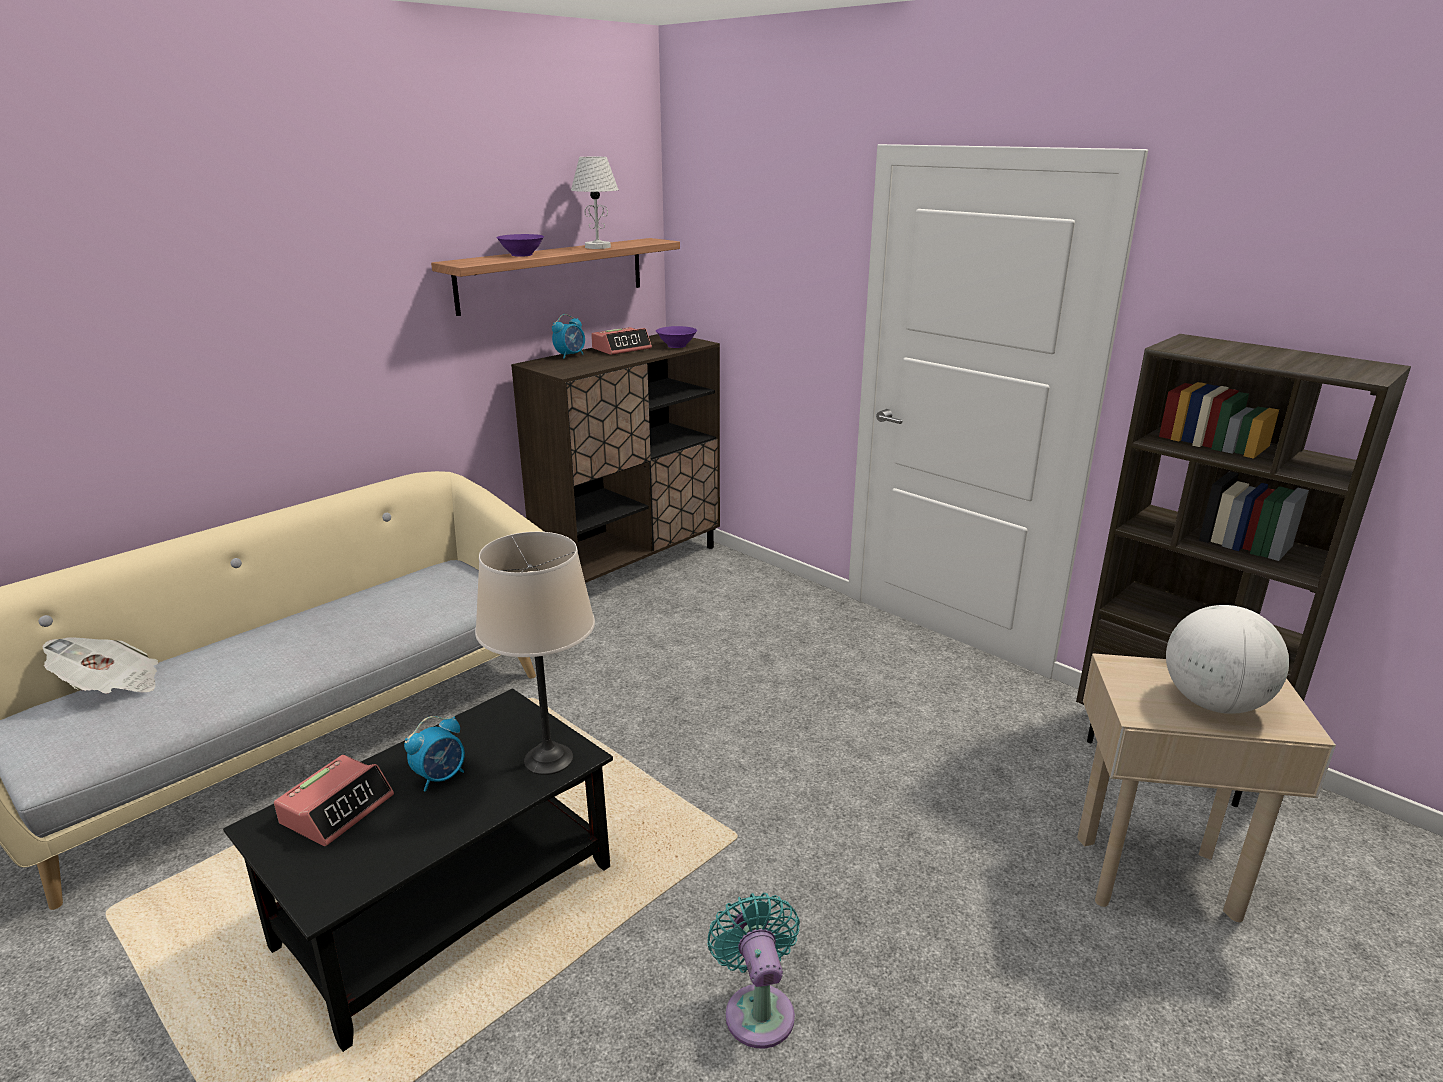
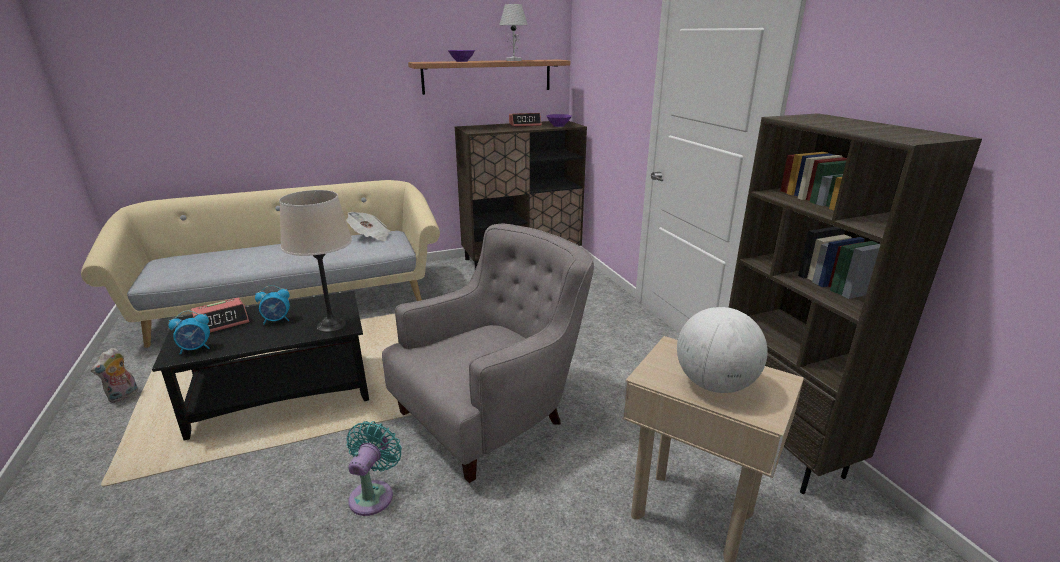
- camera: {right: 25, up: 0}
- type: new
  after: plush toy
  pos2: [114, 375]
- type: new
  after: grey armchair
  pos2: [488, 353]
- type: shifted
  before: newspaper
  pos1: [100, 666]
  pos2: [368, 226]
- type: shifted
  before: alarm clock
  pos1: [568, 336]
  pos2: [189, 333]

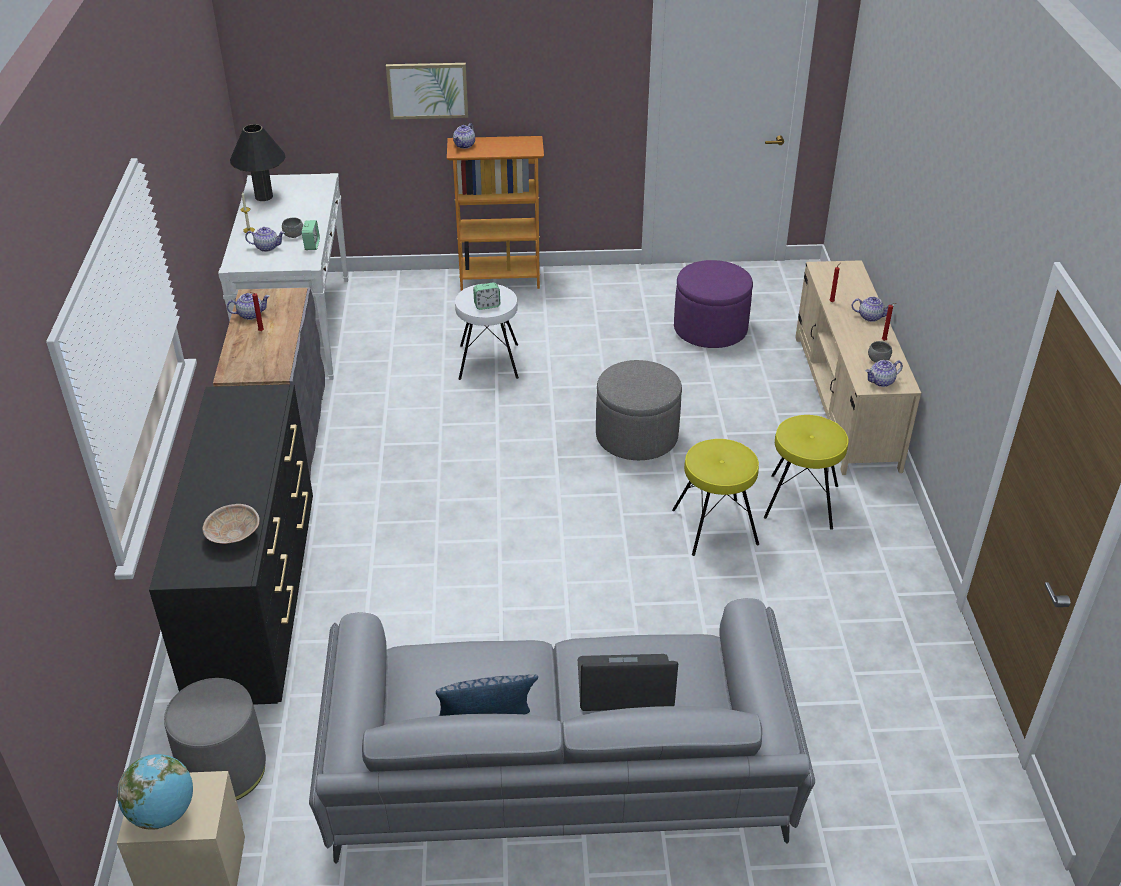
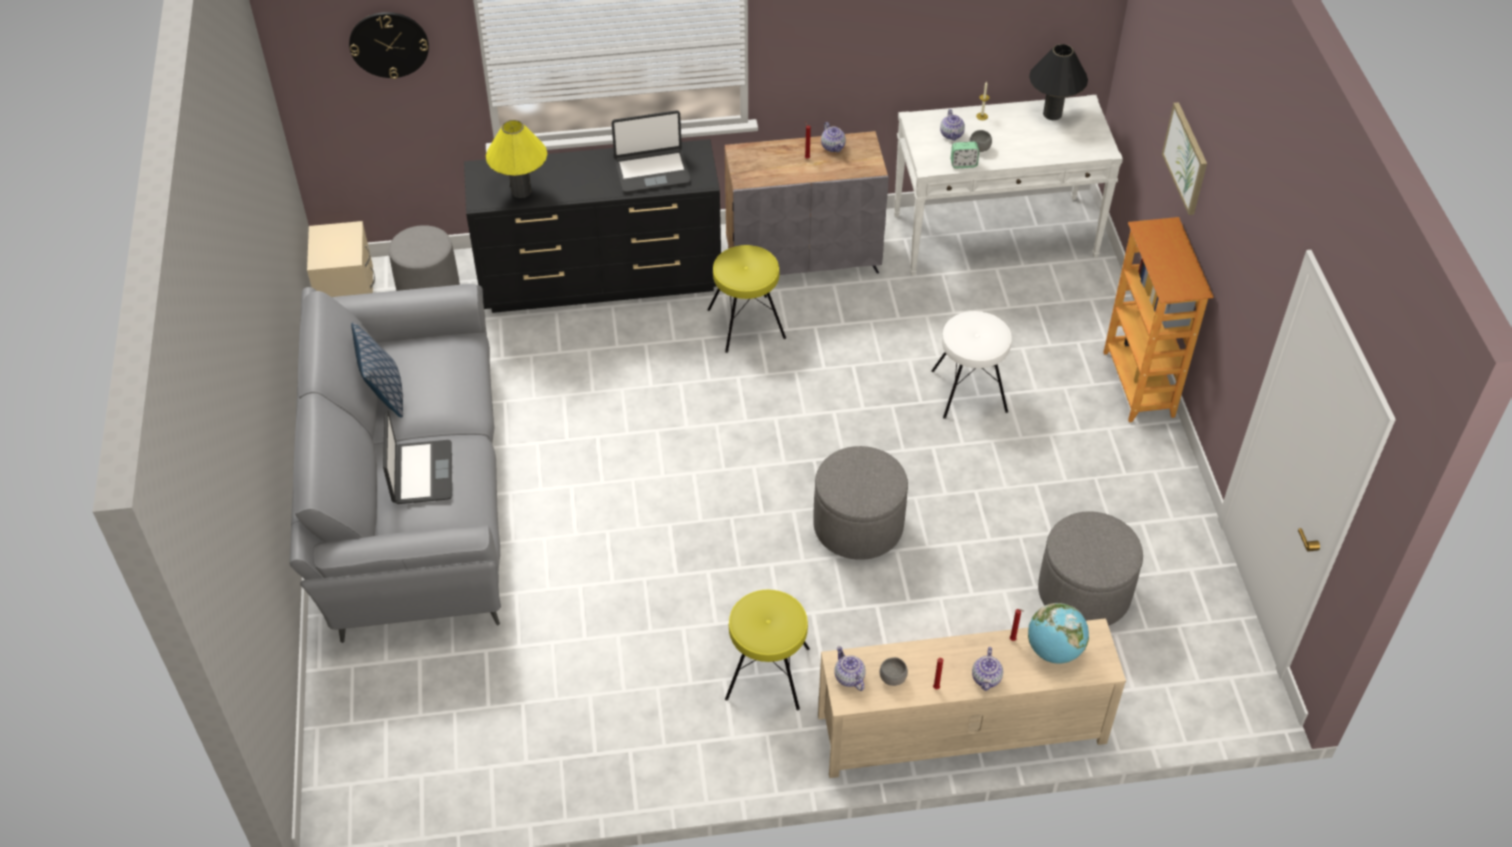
- camera: {right: 85, up: 10}
- type: gone
  before: teapot
  pos1: [464, 136]
- type: gone
  before: alarm clock
  pos1: [486, 296]
- type: new
  after: wall clock
  pos2: [389, 45]
- type: new
  after: laptop
  pos2: [651, 151]
- type: shifted
  before: globe
  pos1: [155, 792]
  pos2: [1058, 633]
- type: shifted
  before: yellow stool
  pos1: [715, 497]
  pos2: [747, 299]
- type: swapped
  before: beige bowl
  after: yellow table lamp
  pos1: [231, 524]
  pos2: [516, 159]
- type: repainted
  before: purple ottoman
  after: grey ottoman
  pos1: [713, 304]
  pos2: [1090, 569]

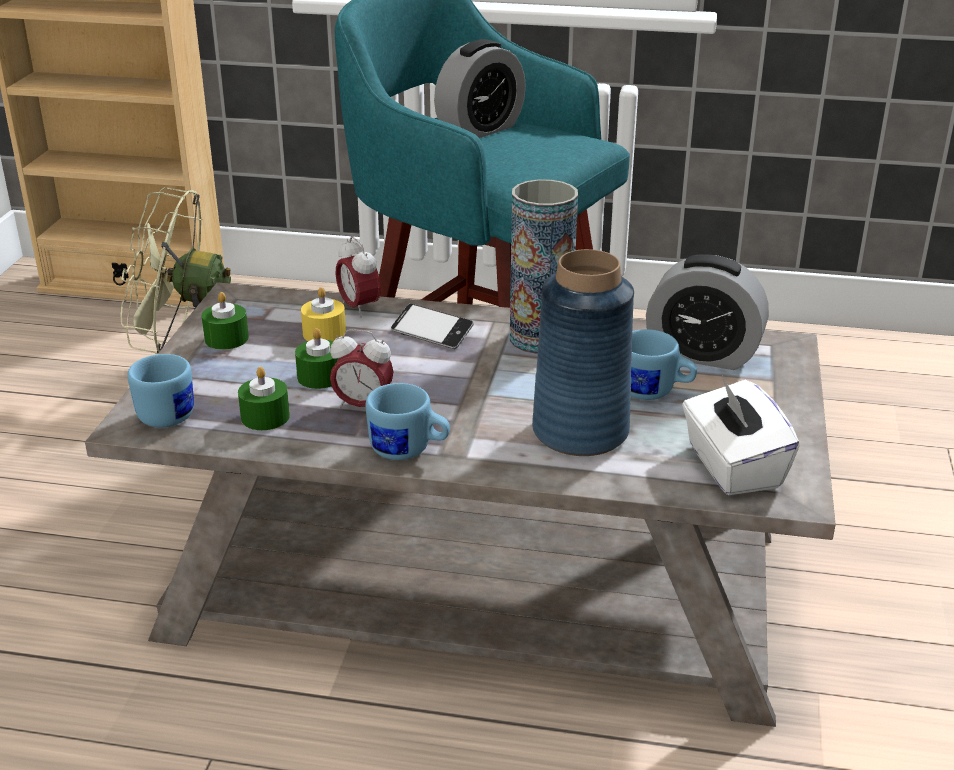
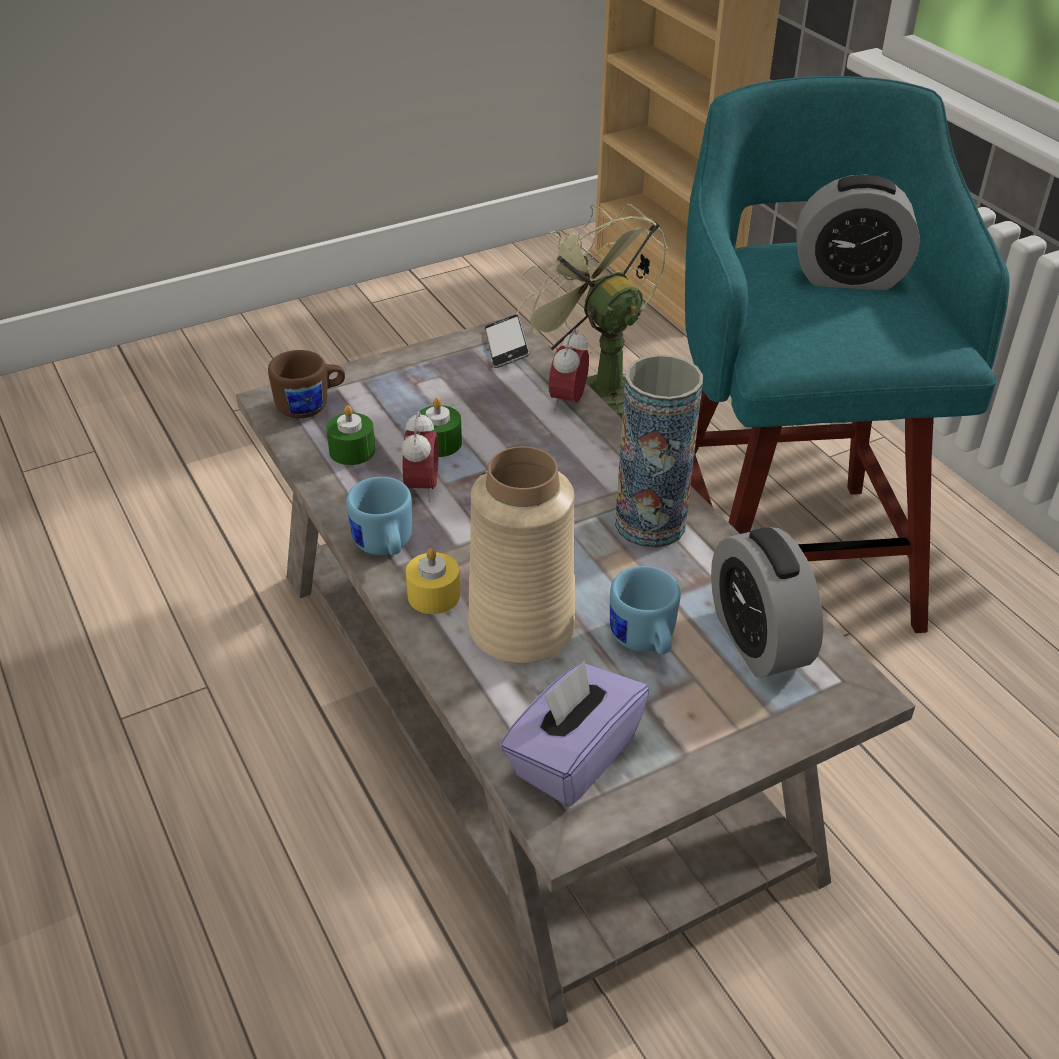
- camera: {right: 50, up: 10}
- type: gone
  before: green candle
  pos1: [225, 321]
- type: shifted
  before: yellow candle
  pos1: [323, 314]
  pos2: [433, 581]
- type: shifted
  before: phone
  pos1: [432, 326]
  pos2: [507, 341]
- type: repainted
  before: blue mug
  after: brown mug
  pos1: [161, 390]
  pos2: [306, 384]
- type: repainted
  before: blue vase
  after: beige vase
  pos1: [583, 352]
  pos2: [521, 555]
- type: repainted
  before: white tissue box
  after: purple tissue box
  pos1: [741, 435]
  pos2: [574, 734]
- type: rotated
  before: alarm clock
  pos1: [362, 369]
  pos2: [420, 456]
  turn: -150

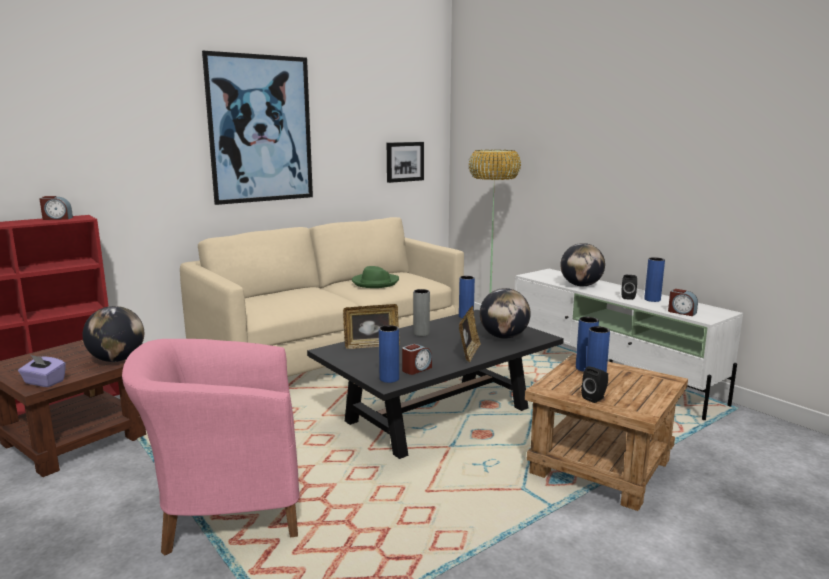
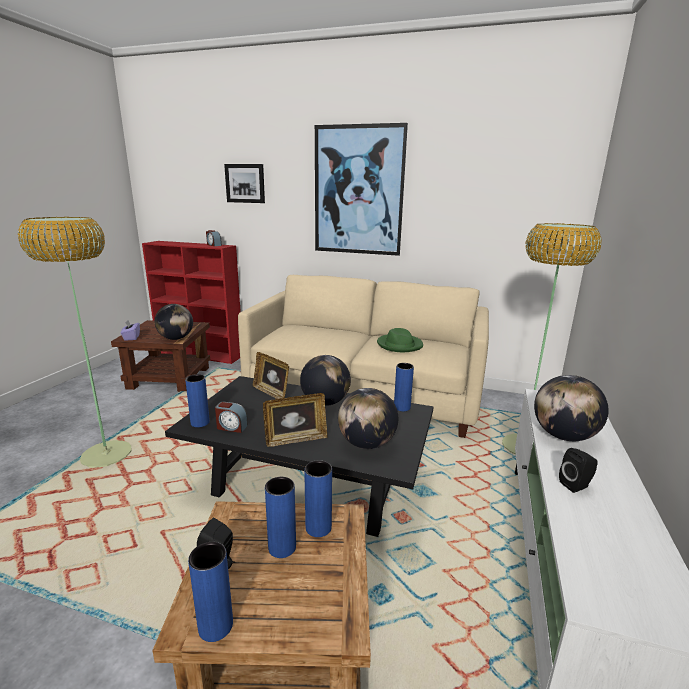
- camera: {right: 55, up: 5}
- type: gone
  before: alarm clock
  pos1: [683, 302]
- type: shifted
  before: picture
  pos1: [405, 162]
  pos2: [244, 183]
- type: shifted
  before: blue vase
  pos1: [654, 279]
  pos2: [210, 592]
- type: swapped
  before: pink armchair
  after: floor lamp
  pos1: [211, 447]
  pos2: [75, 342]
- type: swapped
  before: grey vase
  after: globe
  pos1: [421, 312]
  pos2: [325, 380]

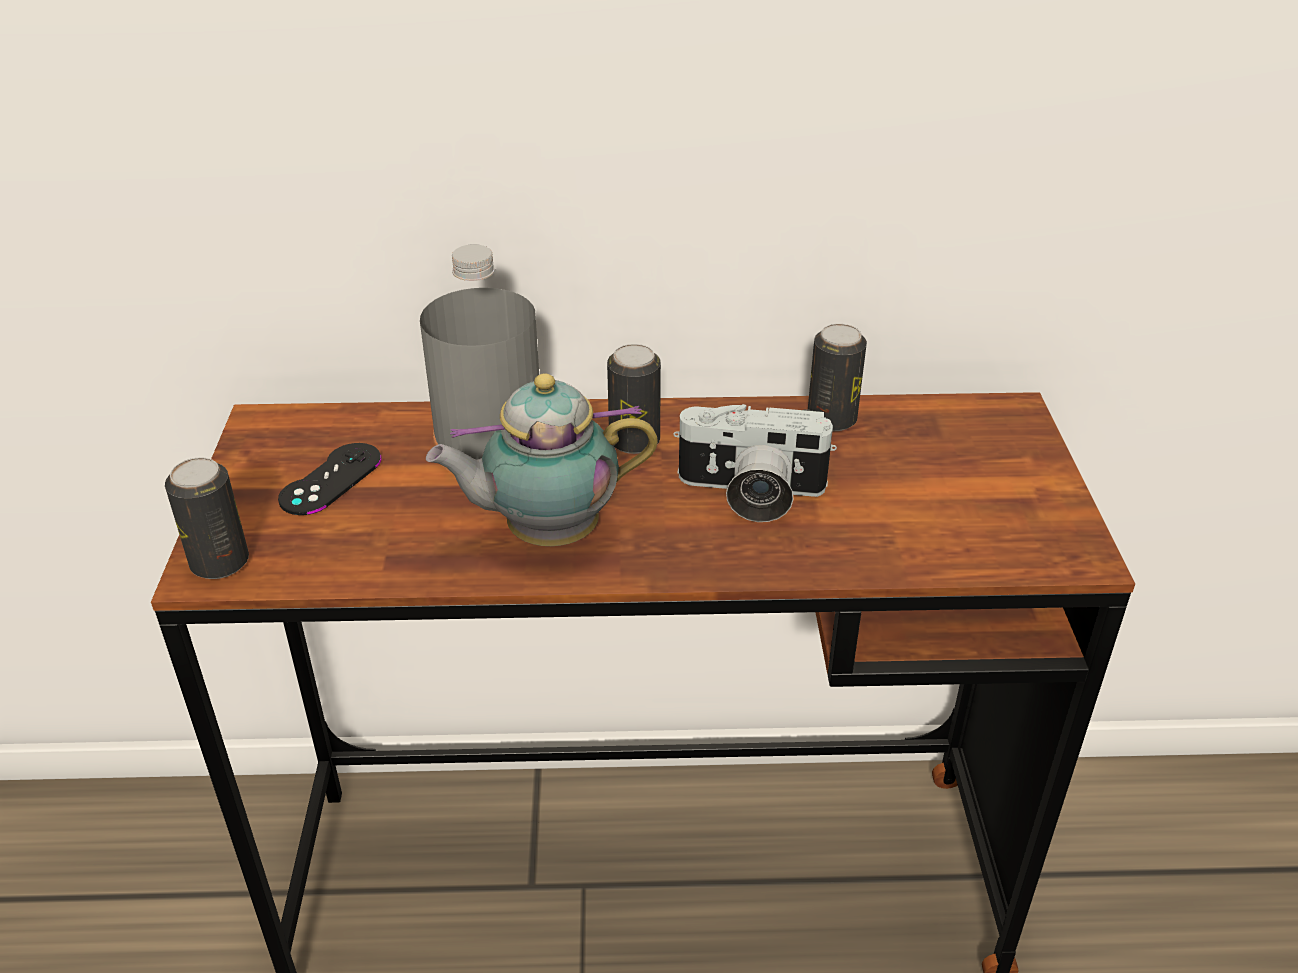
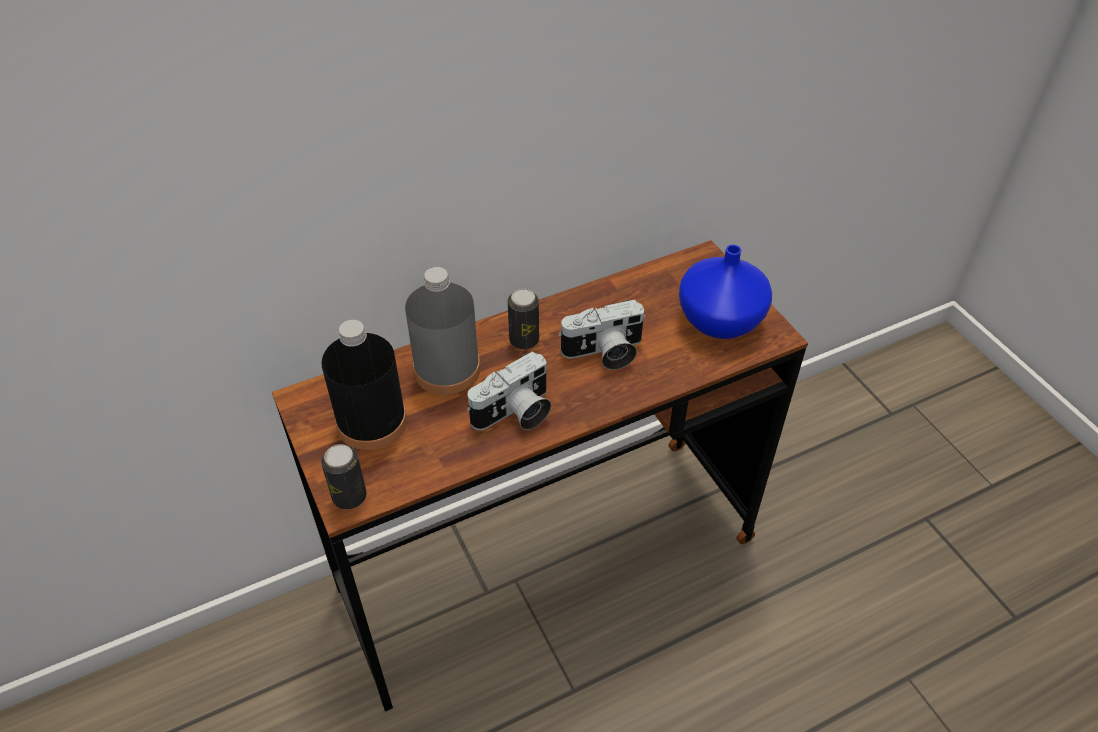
- camera: {right: -25, up: 10}
- type: gone
  before: can
  pos1: [837, 377]
- type: new
  after: blue vase
  pos2: [725, 292]
- type: swapped
  before: black game controller
  after: black bottle
  pos1: [329, 479]
  pos2: [364, 385]
- type: swapped
  before: teapot
  after: photo camera
  pos1: [542, 459]
  pos2: [509, 390]

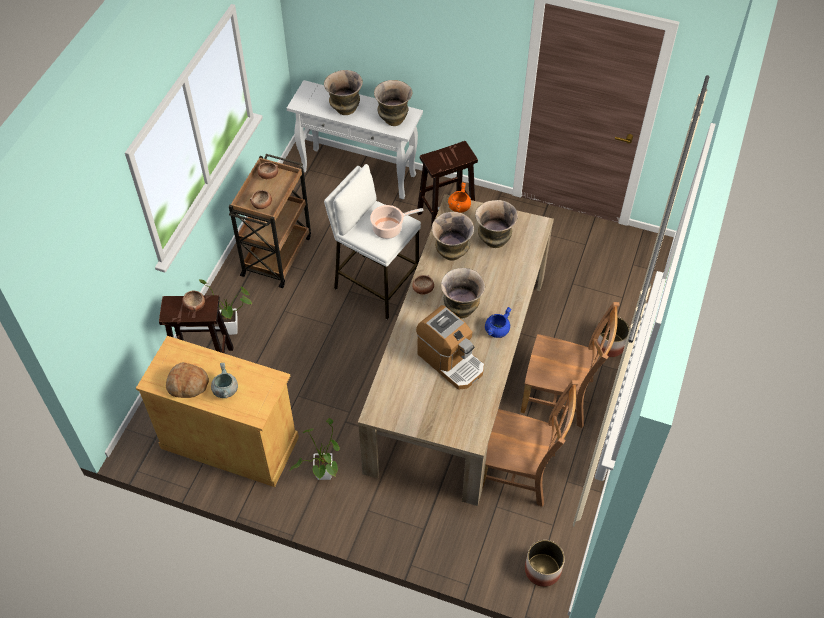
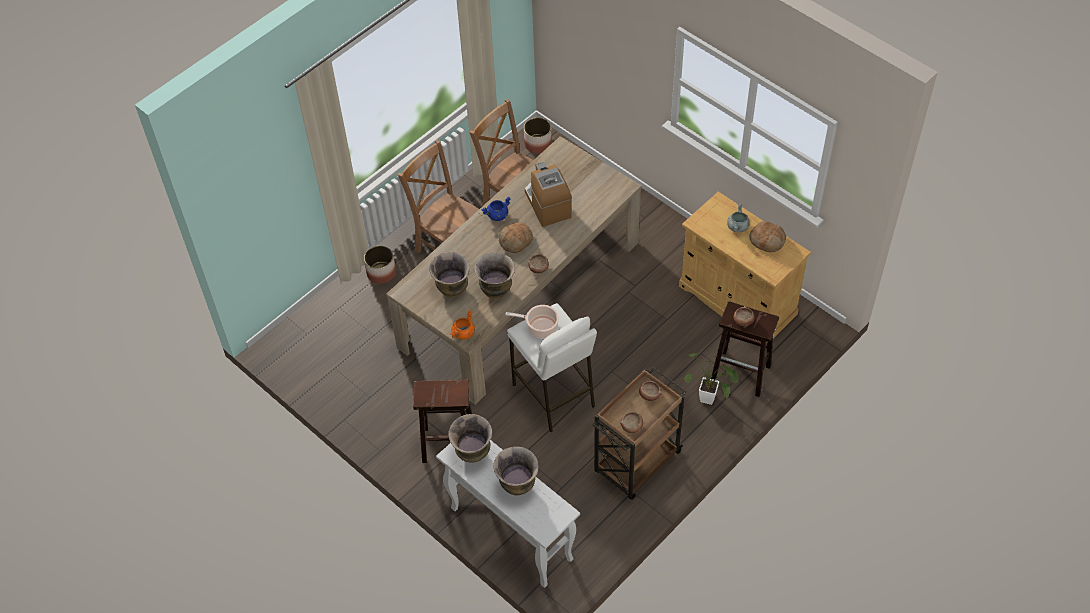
- camera: {right: -155, up: 0}
- type: gone
  before: potted plant
  pos1: [315, 449]
- type: swapped
  before: vase
  after: bread
  pos1: [463, 293]
  pos2: [516, 237]

